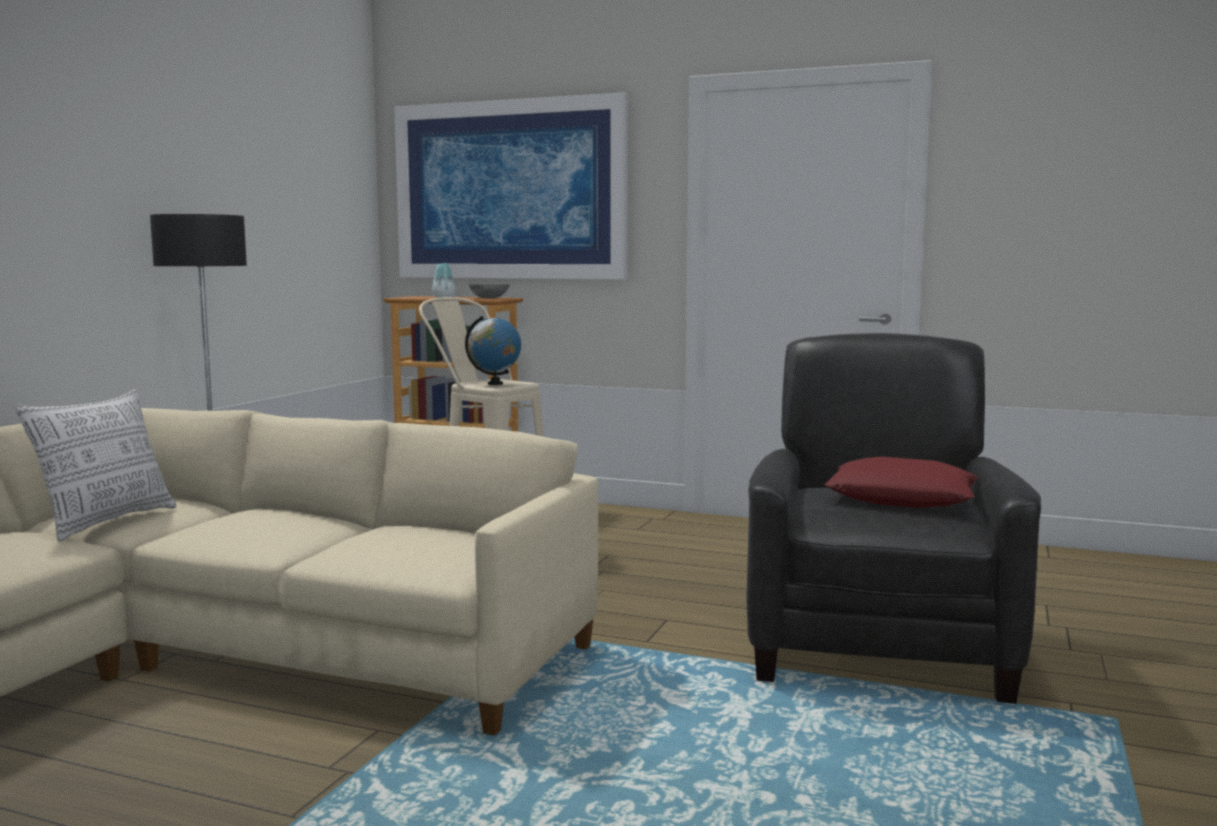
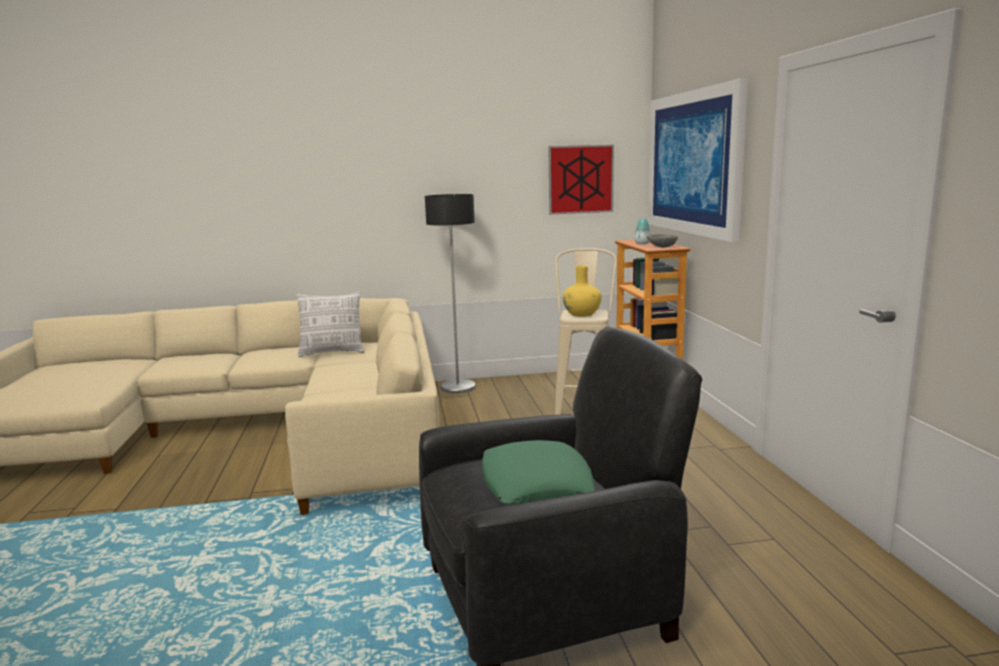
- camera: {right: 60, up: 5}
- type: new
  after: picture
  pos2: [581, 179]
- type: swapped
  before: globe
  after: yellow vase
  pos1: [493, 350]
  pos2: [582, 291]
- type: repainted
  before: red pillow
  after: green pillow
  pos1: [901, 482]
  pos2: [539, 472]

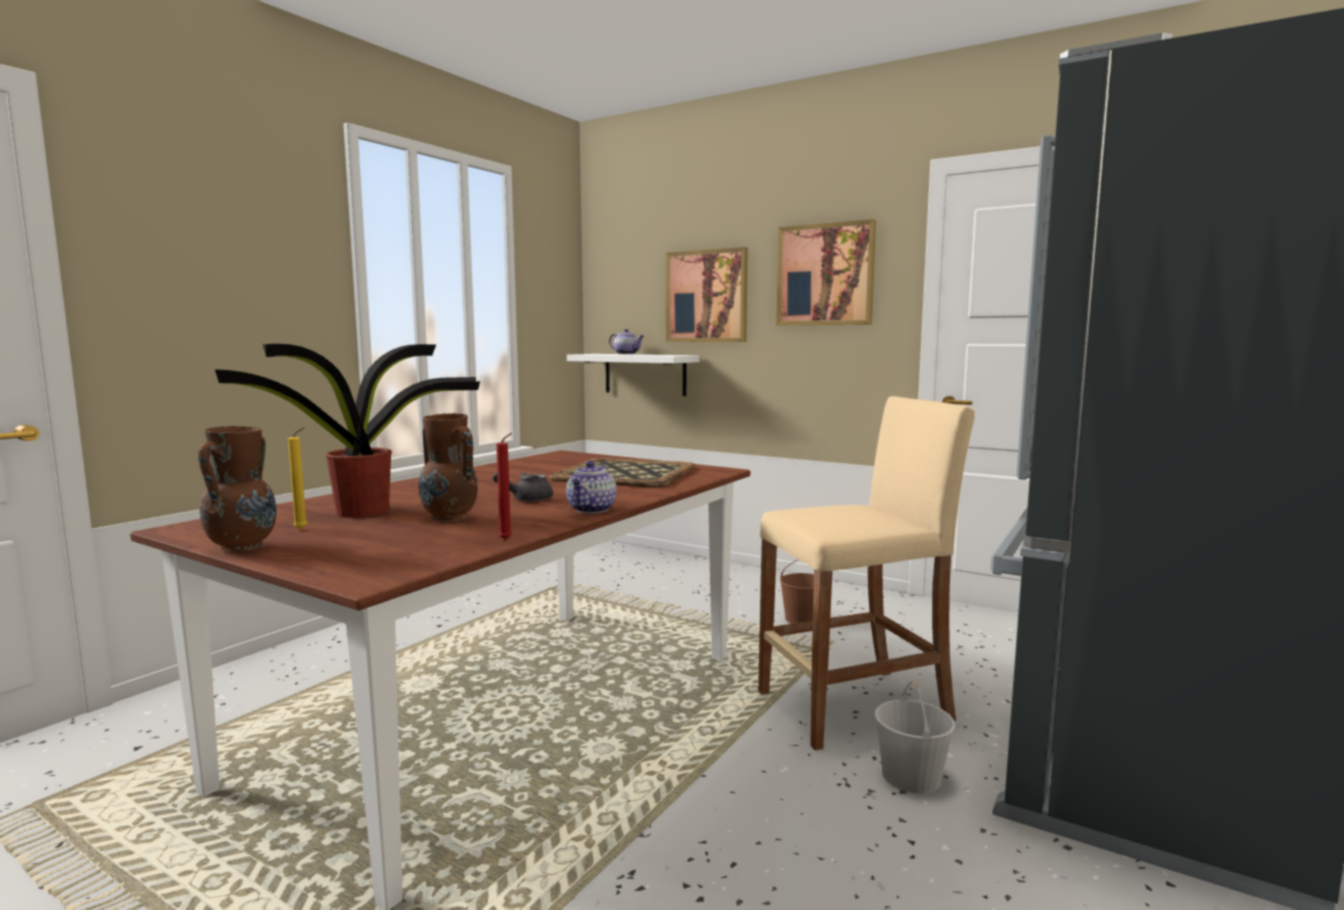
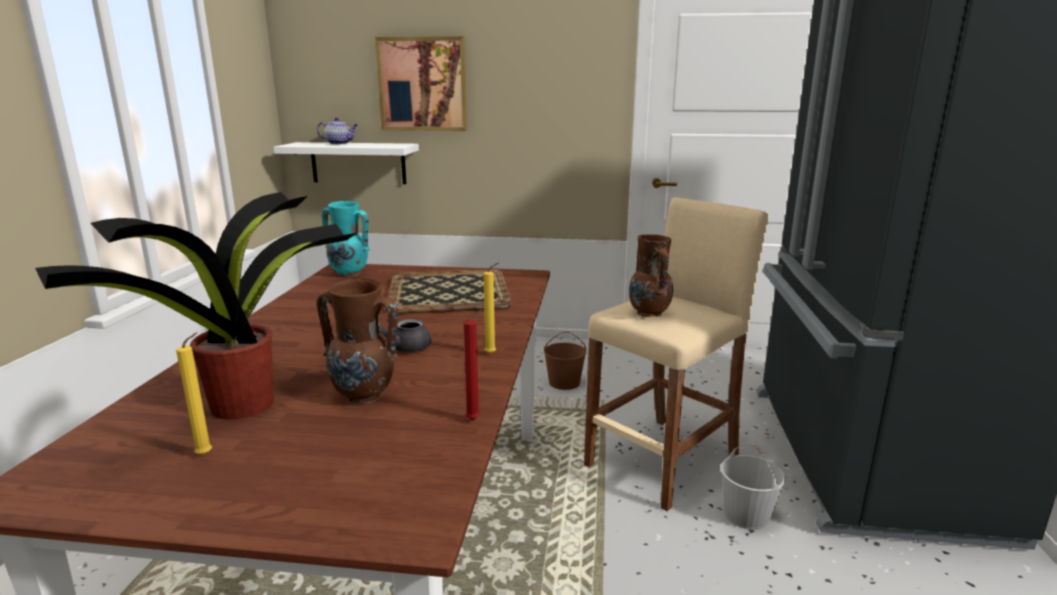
- camera: {right: -25, up: 10}
- type: gone
  before: picture
  pos1: [826, 272]
- type: new
  after: turquoise vase
  pos2: [346, 239]
- type: shifted
  before: brown vase
  pos1: [237, 489]
  pos2: [651, 275]
- type: swapped
  before: teapot
  after: yellow candle
  pos1: [591, 487]
  pos2: [490, 308]

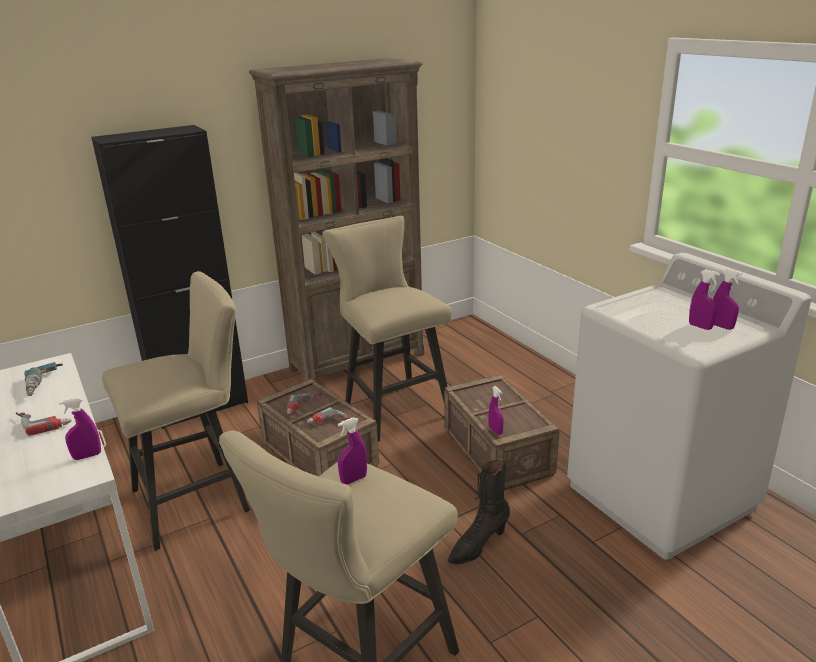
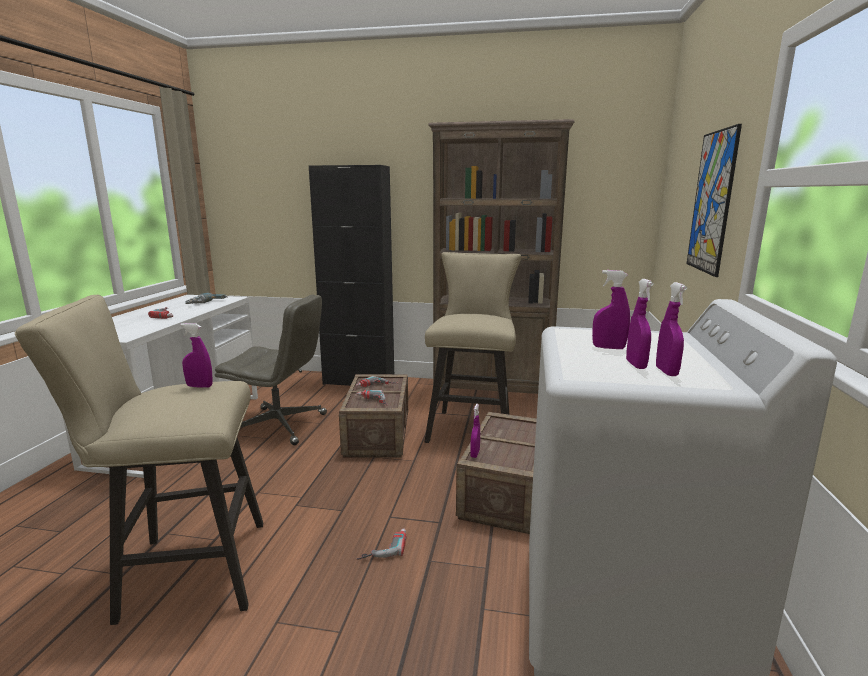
- camera: {right: 40, up: -10}
- type: new
  after: picture
  pos2: [714, 200]
- type: shifted
  before: purple spray bottle
  pos1: [80, 428]
  pos2: [611, 309]
- type: swapped
  before: beige stool
  after: grey office chair
  pos1: [176, 411]
  pos2: [271, 369]
- type: swapped
  before: black boot
  after: power drill
  pos1: [478, 512]
  pos2: [381, 544]

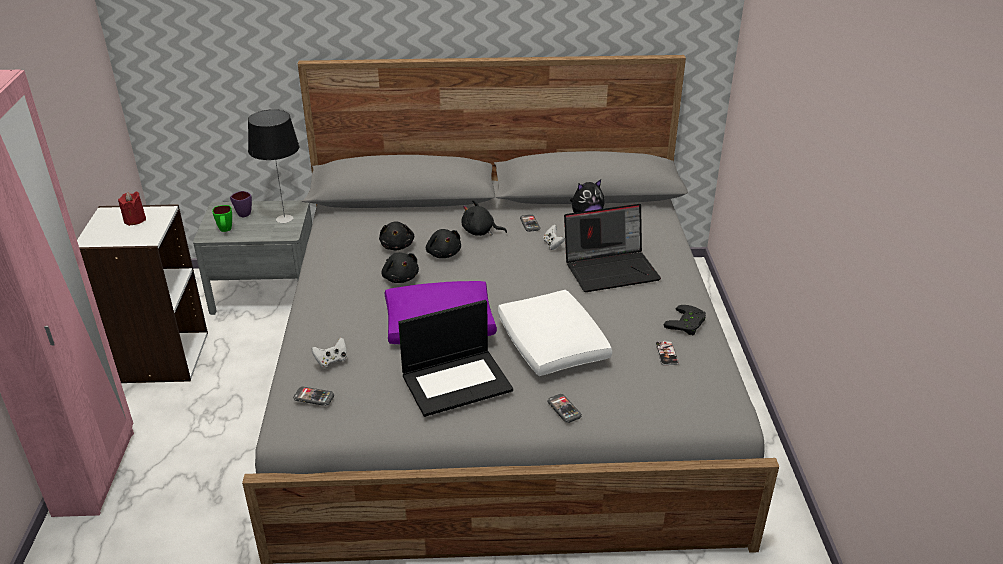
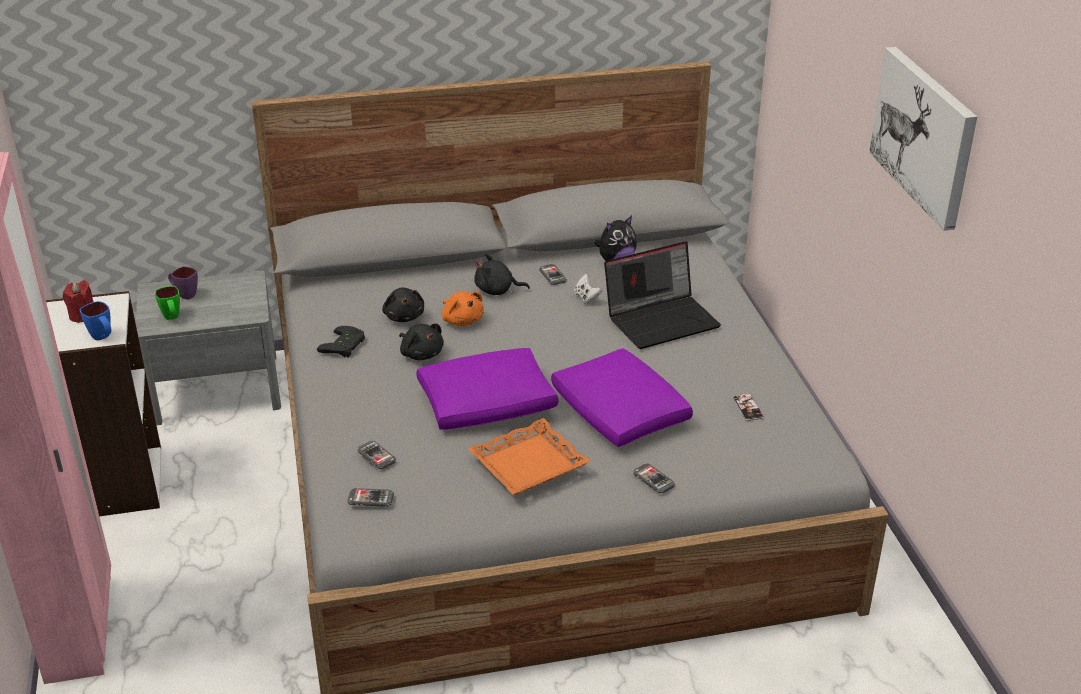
- camera: {right: -10, up: 0}
- type: gone
  before: table lamp
  pos1: [273, 166]
- type: new
  after: blue mug
  pos2: [95, 321]
- type: new
  after: picture
  pos2: [923, 139]
- type: shifted
  before: black game controller
  pos1: [685, 320]
  pos2: [341, 341]
- type: swapped
  before: white game controller
  after: phone
  pos1: [329, 352]
  pos2: [376, 455]
- type: swapped
  before: laptop
  after: orange tray
  pos1: [455, 358]
  pos2: [529, 456]
- type: repainted
  before: black plush toy
  after: orange plush toy
  pos1: [443, 243]
  pos2: [463, 308]
- type: repainted
  before: white pillow
  after: purple pillow
  pos1: [555, 333]
  pos2: [622, 397]

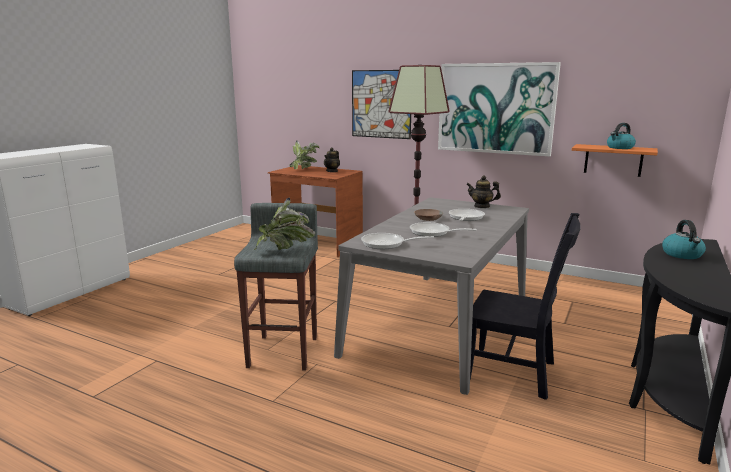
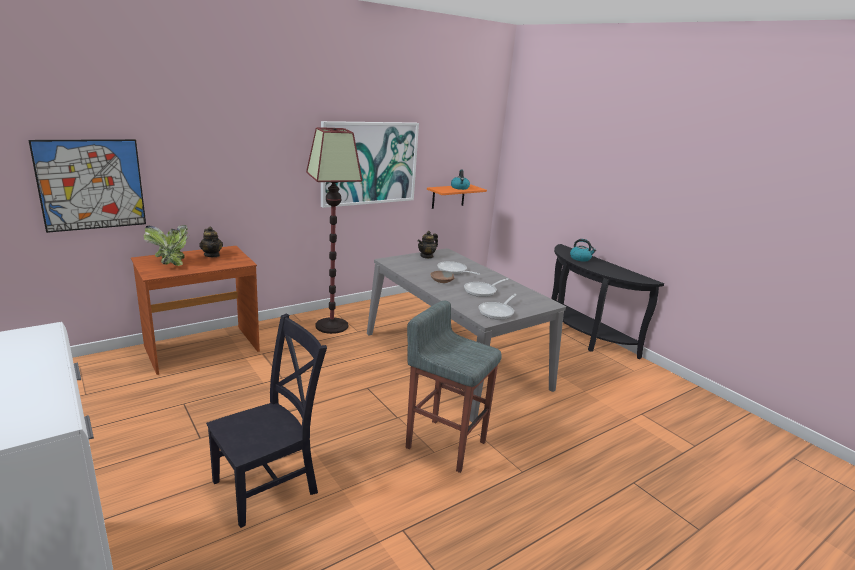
- camera: {right: -65, up: 5}
- type: gone
  before: potted plant
  pos1: [284, 224]
- type: shifted
  before: picture
  pos1: [381, 104]
  pos2: [87, 186]
- type: shifted
  before: black chair
  pos1: [525, 306]
  pos2: [266, 421]

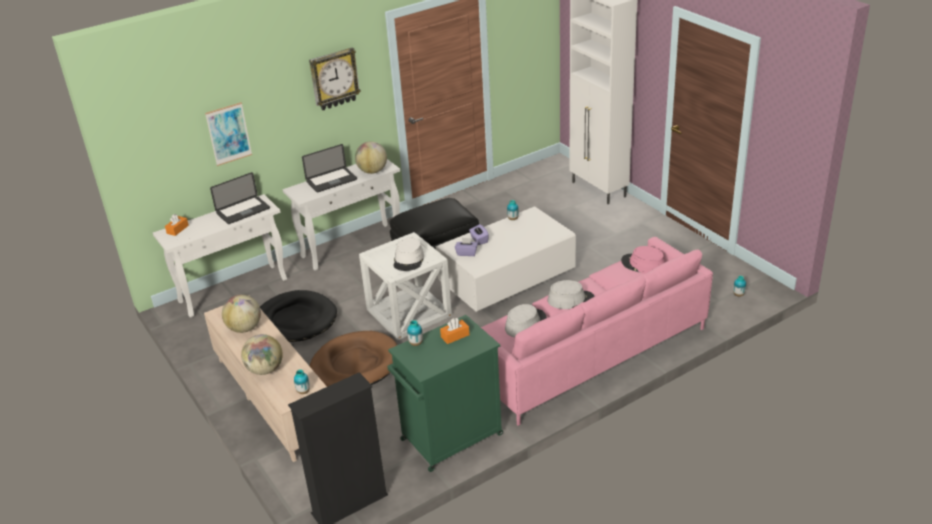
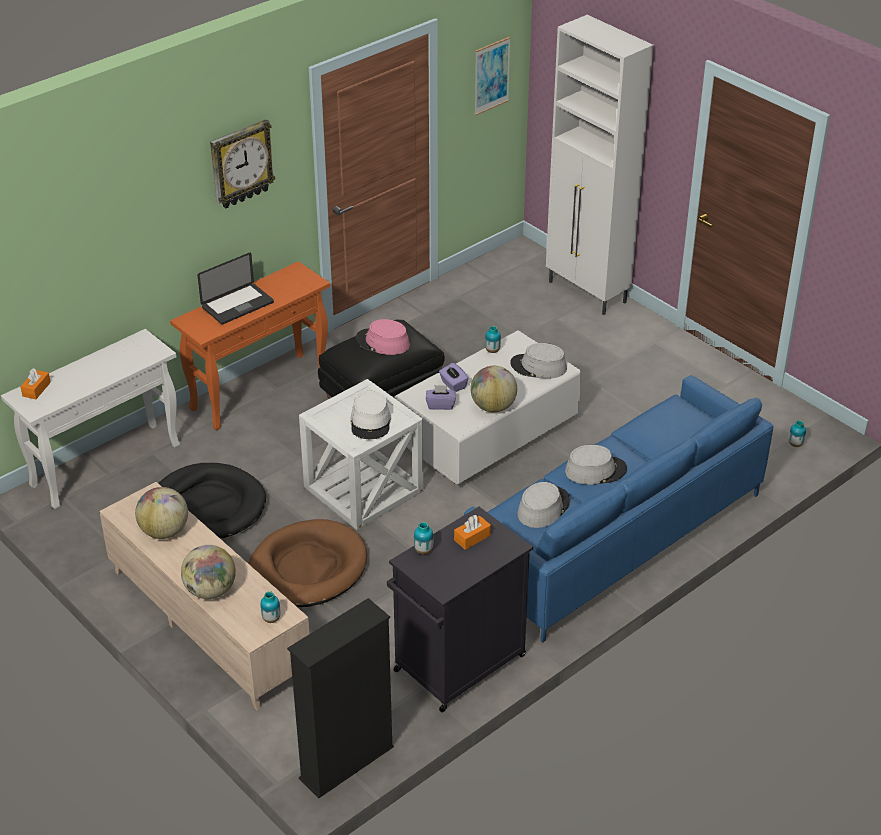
- camera: {right: -10, up: 5}
- type: gone
  before: laptop
  pos1: [240, 198]
- type: new
  after: grey hat
  pos2: [538, 361]
- type: shifted
  before: picture
  pos1: [228, 134]
  pos2: [492, 76]
- type: shifted
  before: globe
  pos1: [371, 158]
  pos2: [493, 389]
- type: shifted
  before: pink hat
  pos1: [643, 260]
  pos2: [383, 337]
- type: repainted
  before: white console table
  after: orange console table
  pos1: [341, 215]
  pos2: [250, 345]
- type: repainted
  before: green cabinet
  after: black cabinet
  pos1: [445, 393]
  pos2: [460, 609]
- type: repainted
  before: pink sofa
  after: blue sofa
  pos1: [597, 331]
  pos2: [618, 509]

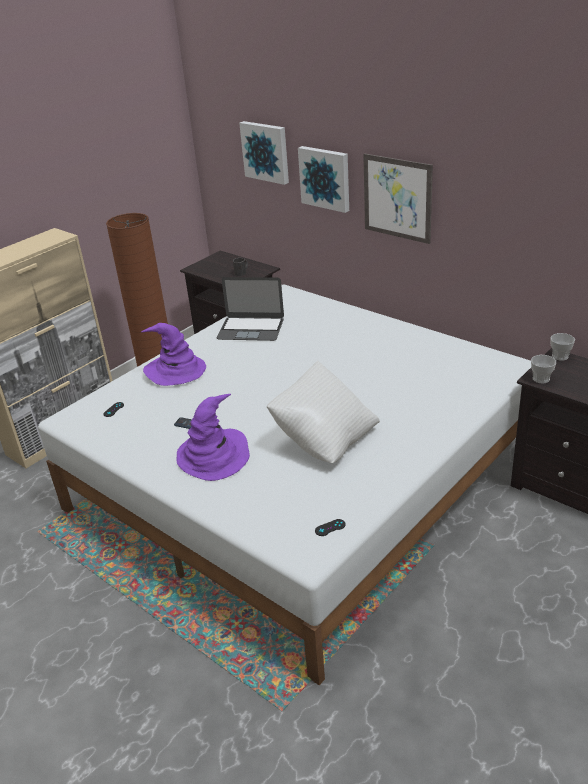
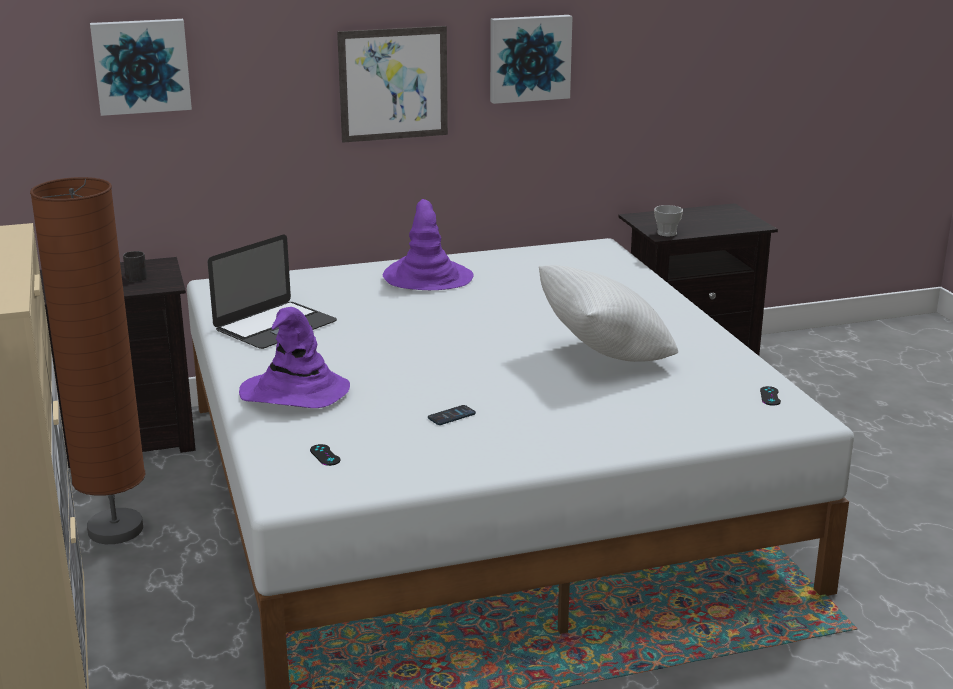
- camera: {right: -60, up: -10}
- type: gone
  before: cup
  pos1: [562, 347]
- type: shifted
  before: purple hat
  pos1: [213, 437]
  pos2: [428, 244]
- type: shifted
  before: picture
  pos1: [323, 179]
  pos2: [531, 59]

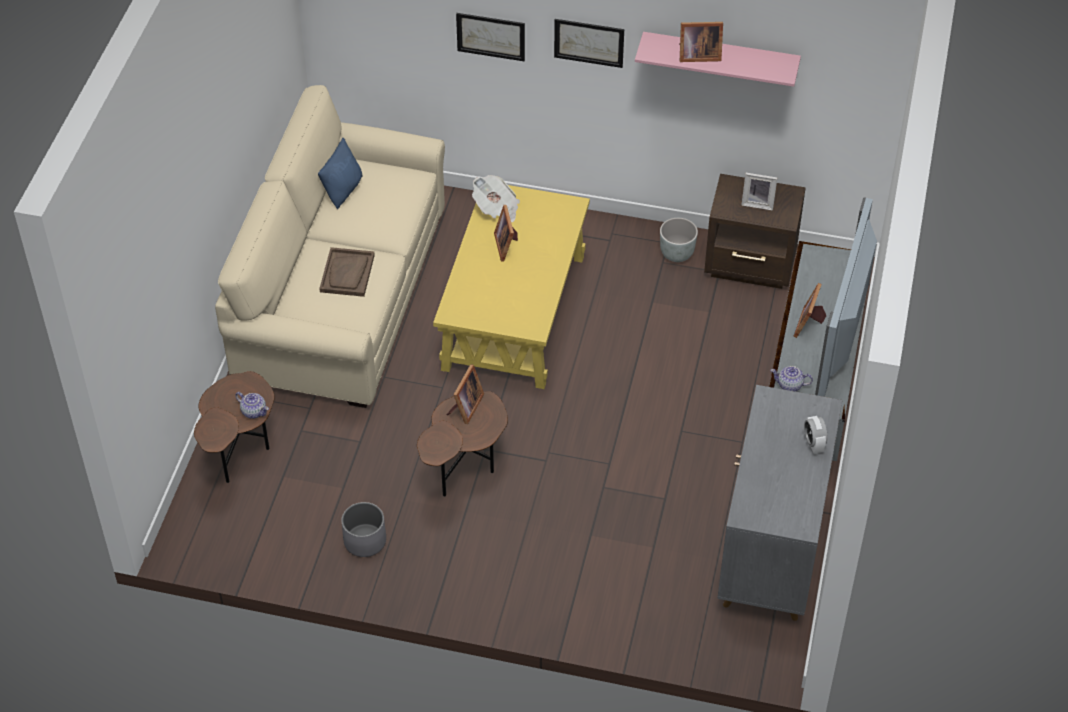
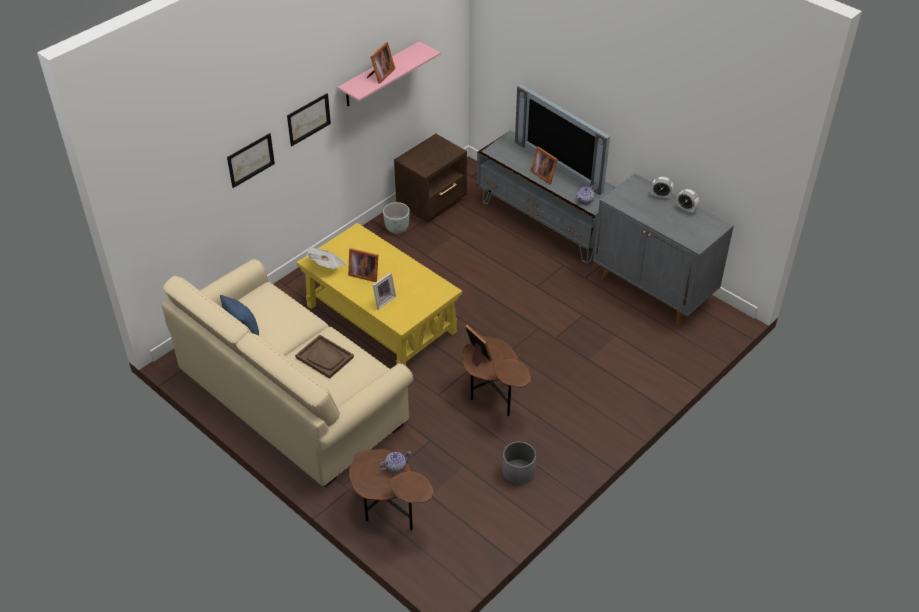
- camera: {right: -60, up: -5}
- type: new
  after: alarm clock
  pos2: [688, 201]
- type: shifted
  before: picture frame
  pos1: [759, 192]
  pos2: [384, 291]

